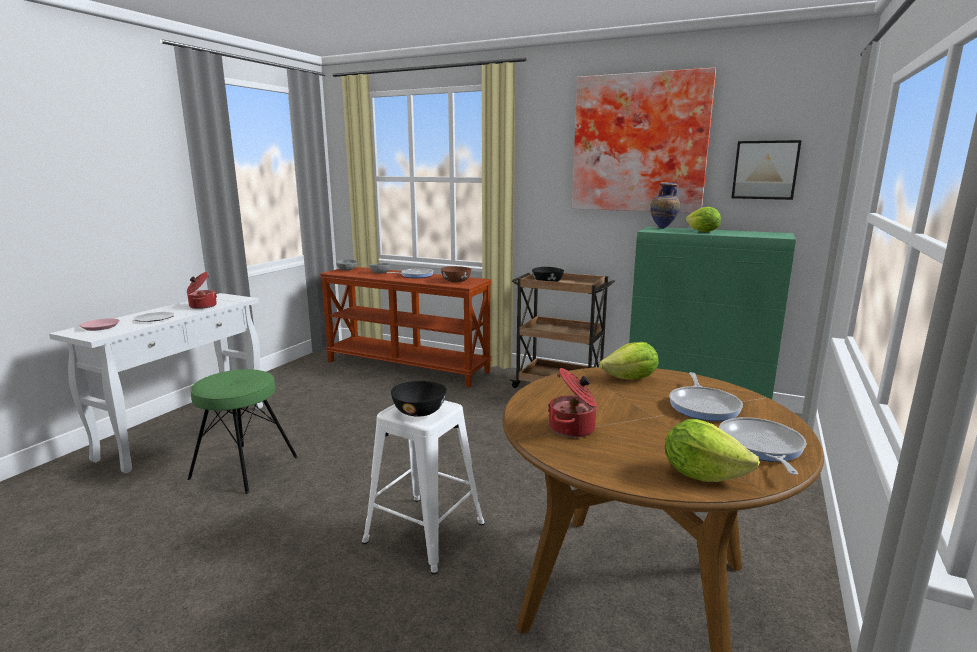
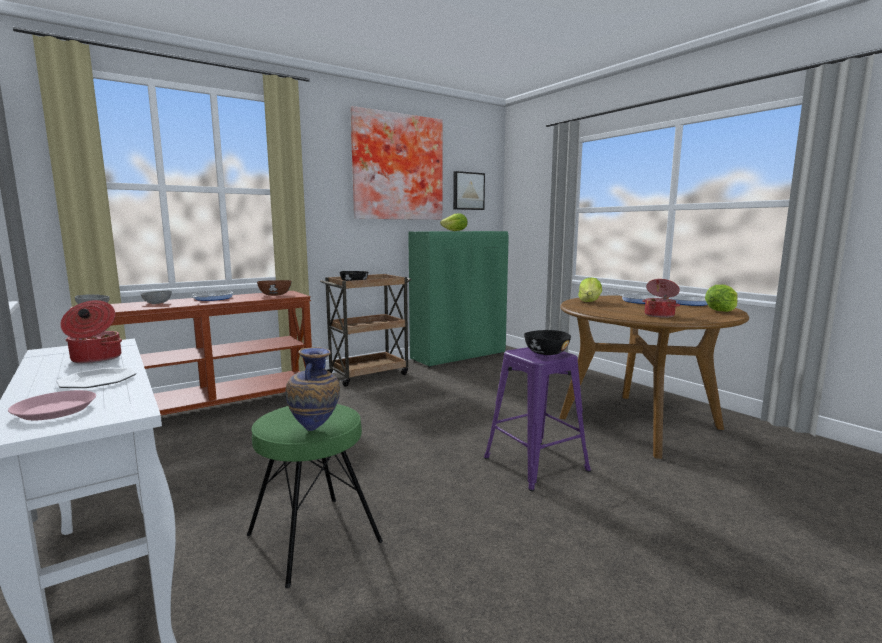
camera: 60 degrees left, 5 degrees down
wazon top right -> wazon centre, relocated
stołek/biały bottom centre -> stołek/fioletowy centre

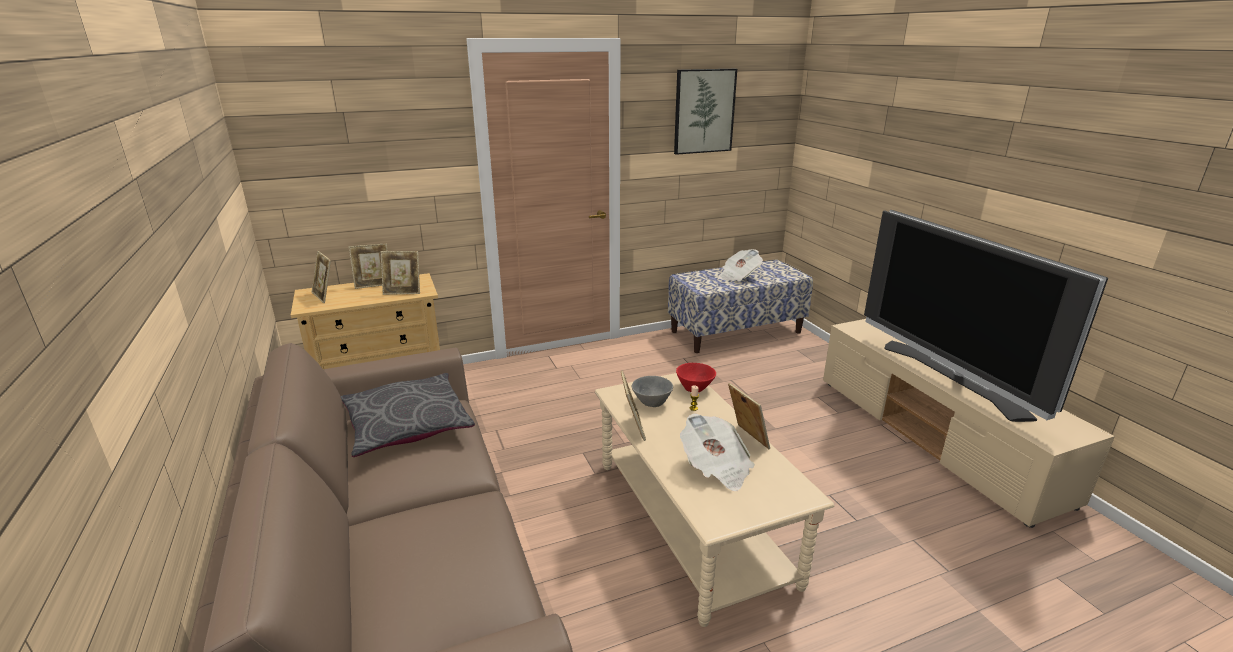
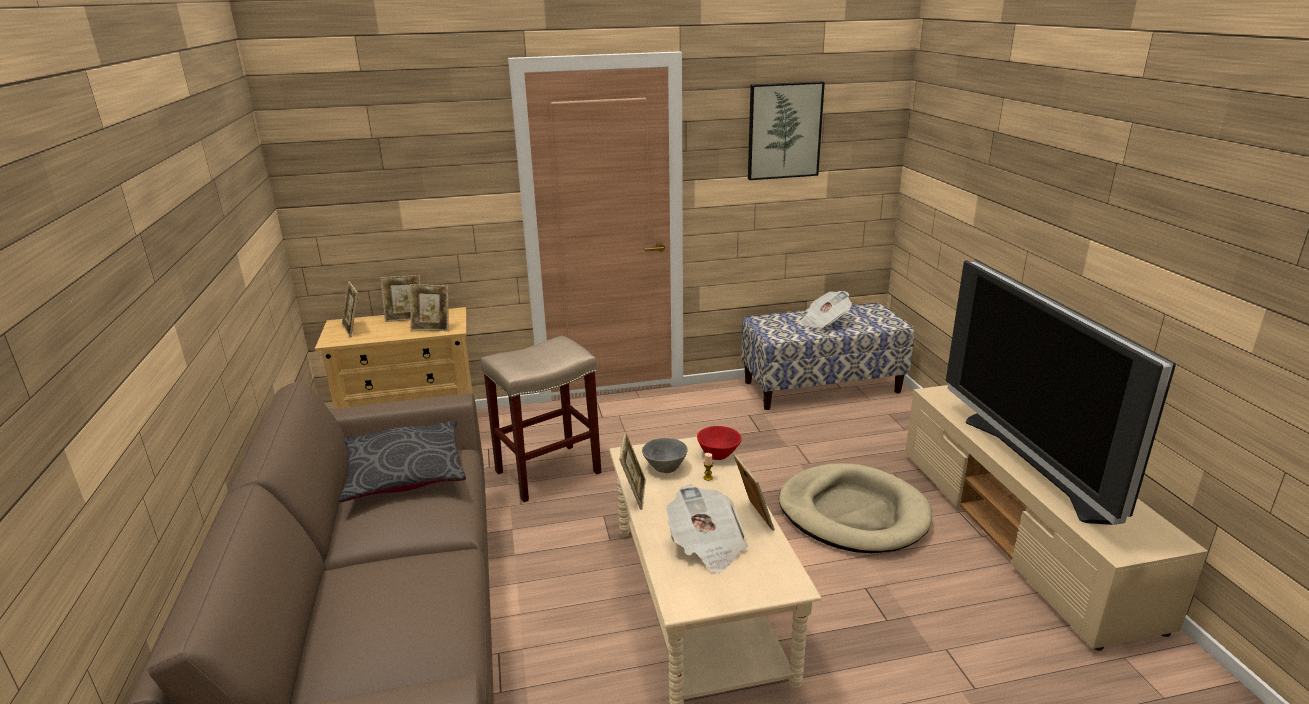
camera: 10 degrees right, 0 degrees up
none -> stołek/beżowy centre
none -> legowisko/beżowy bottom centre

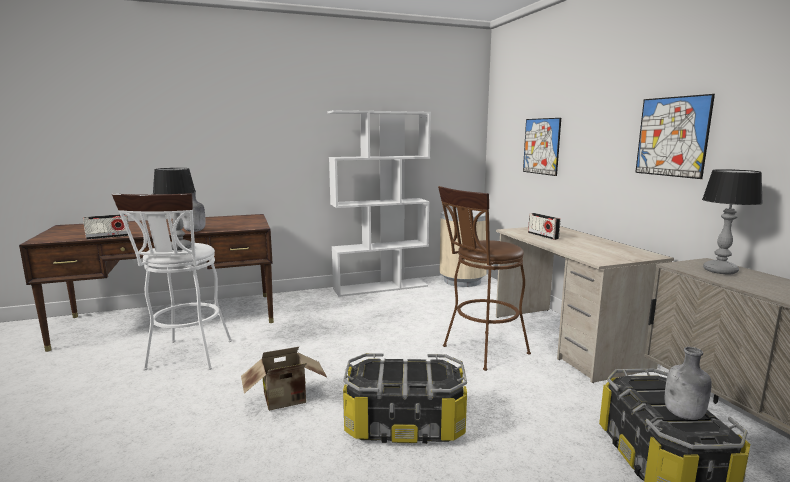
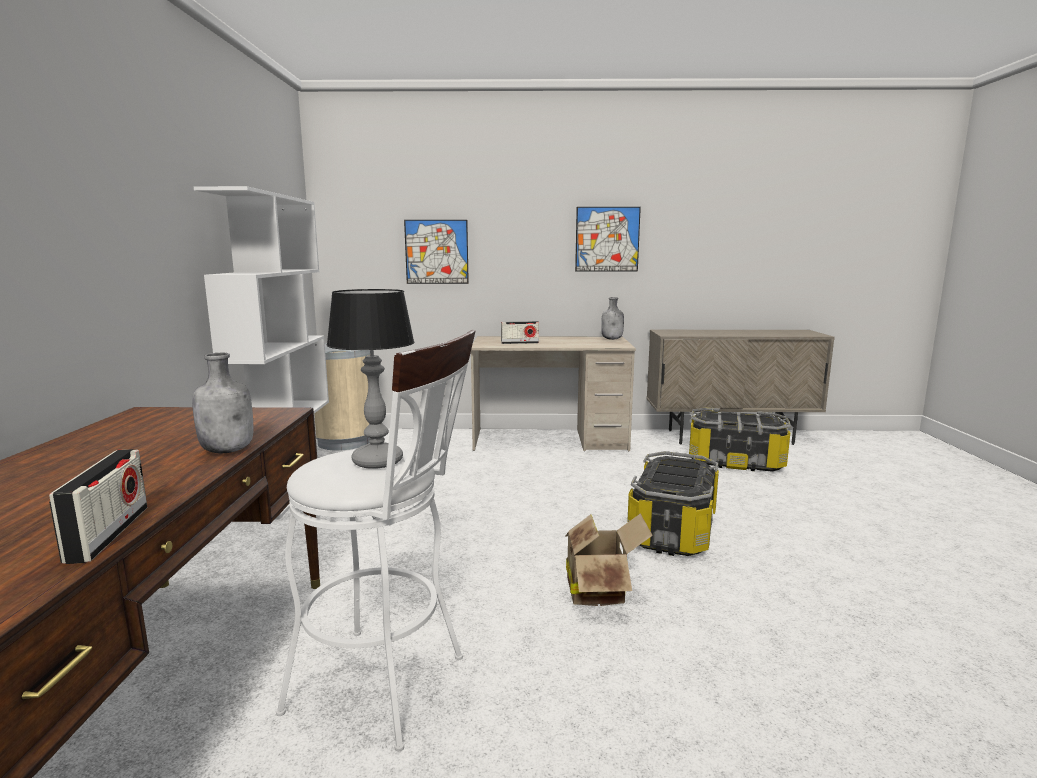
camera: 70 degrees left, 0 degrees up
butelka/szary (no. 2 from left) bottom right -> butelka/szary (no. 2 from left) centre, relocated
stołek/brązowy centre -> none
lampa stołowa (no. 2 from left) middle right -> none

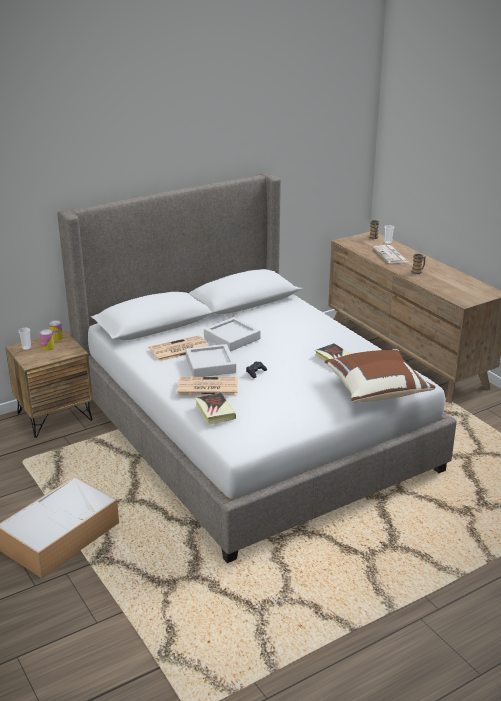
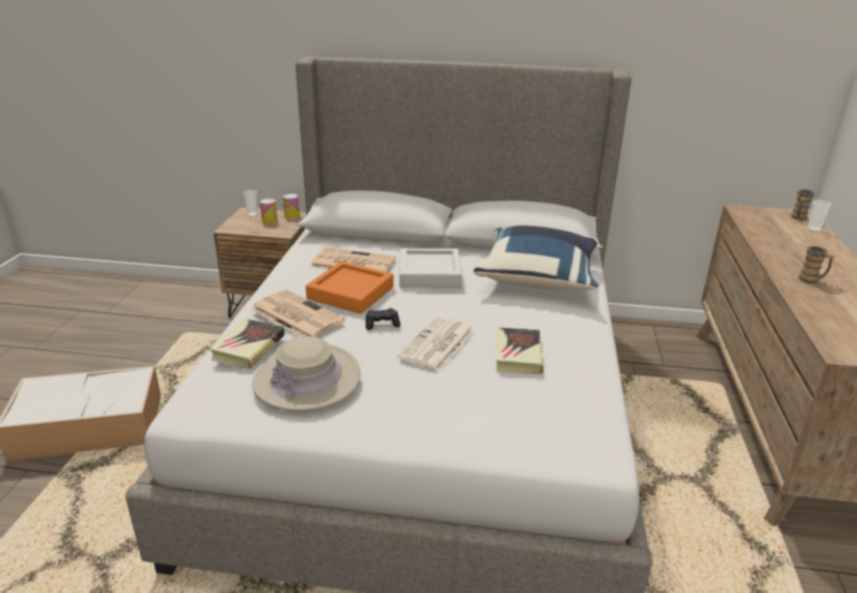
camera: 40 degrees right, 0 degrees up
none -> kapelusz/beżowy centre
taca/szary (no. 1 from left) centre -> taca/pomarańczowy centre
gazeta (no. 3 from left) middle right -> gazeta (no. 3 from left) centre, relocated
none -> poduszka/niebieski centre
poduszka/brązowy middle right -> none

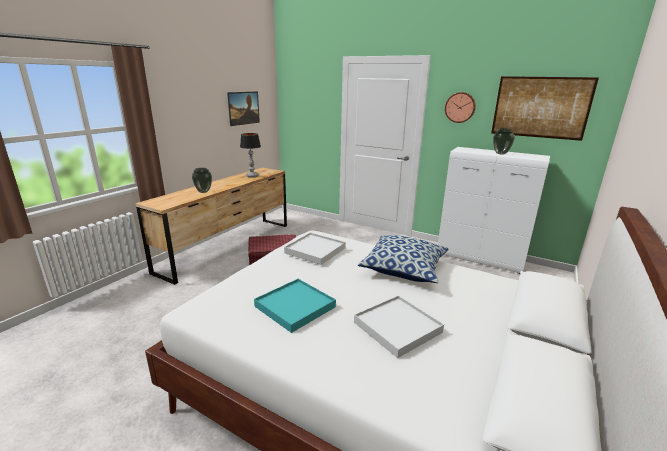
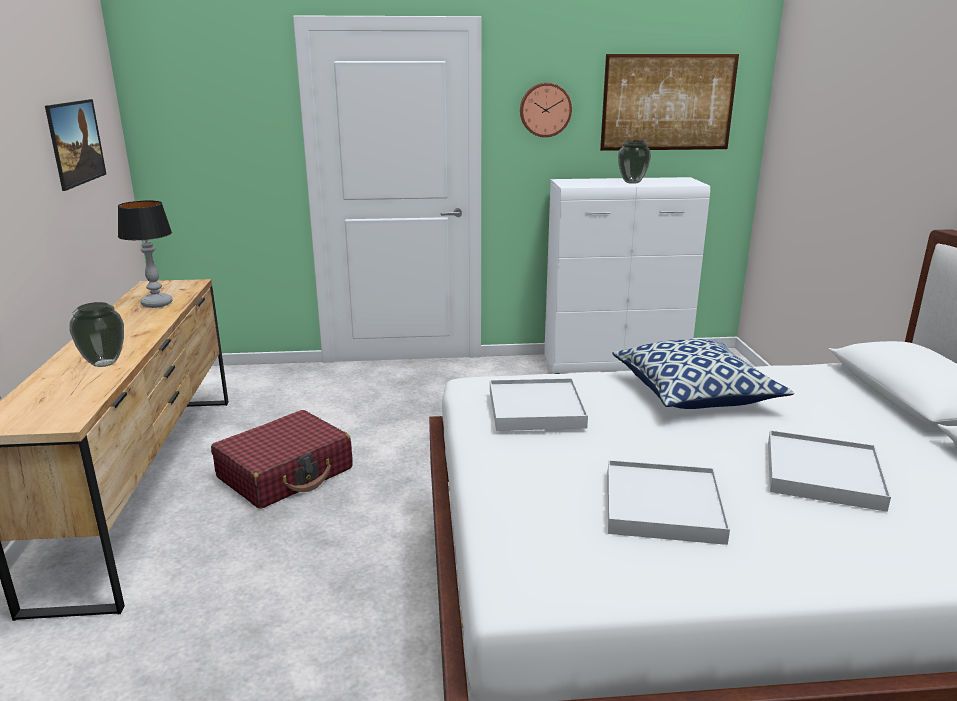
camera: 35 degrees left, 0 degrees up
taca/turkusowy bottom centre -> taca/biały (no. 2 from left) bottom right

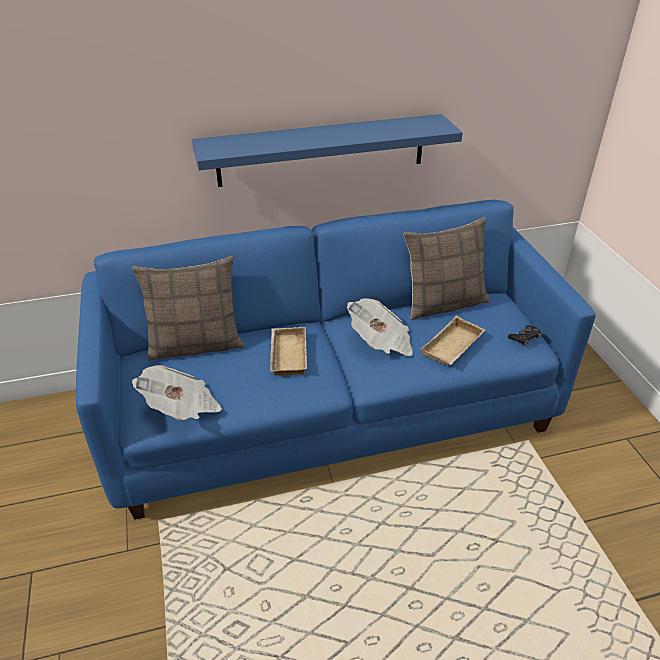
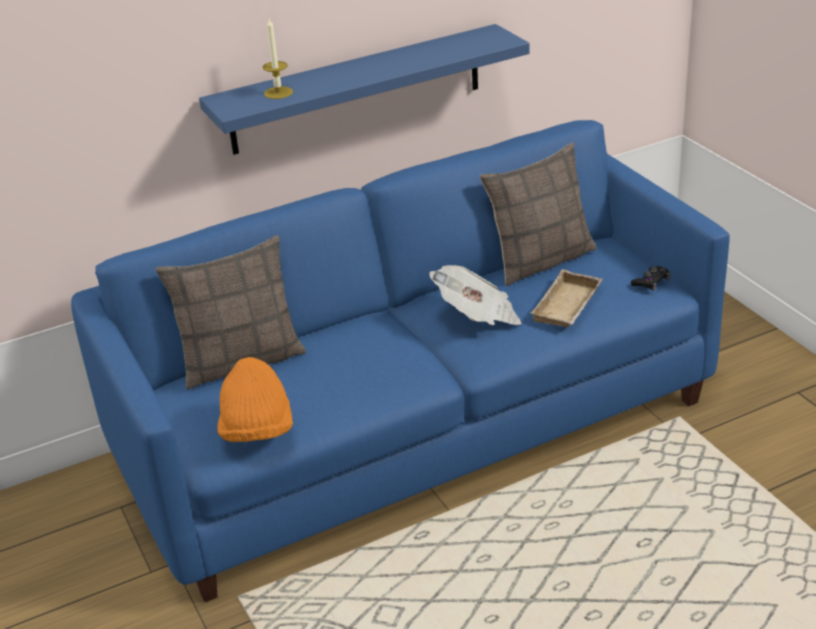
camera: 10 degrees left, 5 degrees down
gazeta (no. 1 from left) middle left -> kapelusz/pomarańczowy middle left
none -> świeca top centre
taca/beżowy (no. 1 from left) centre -> none

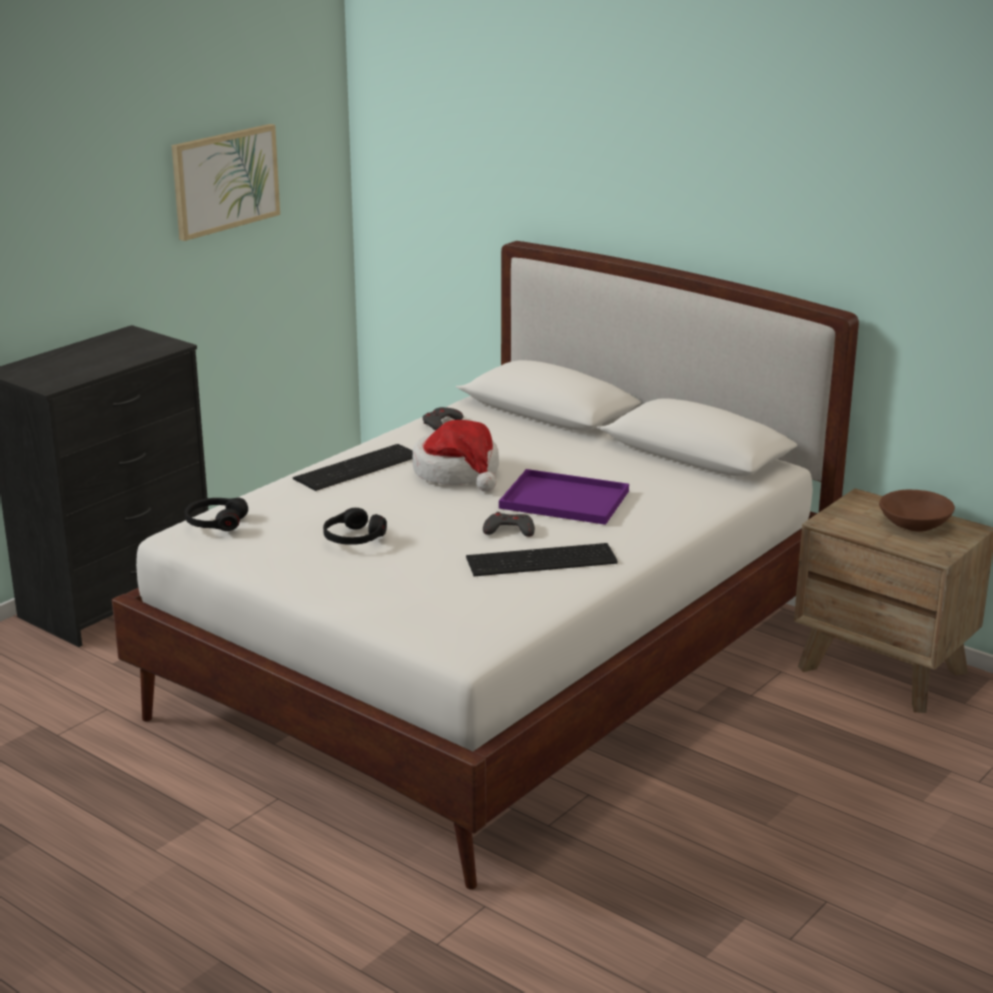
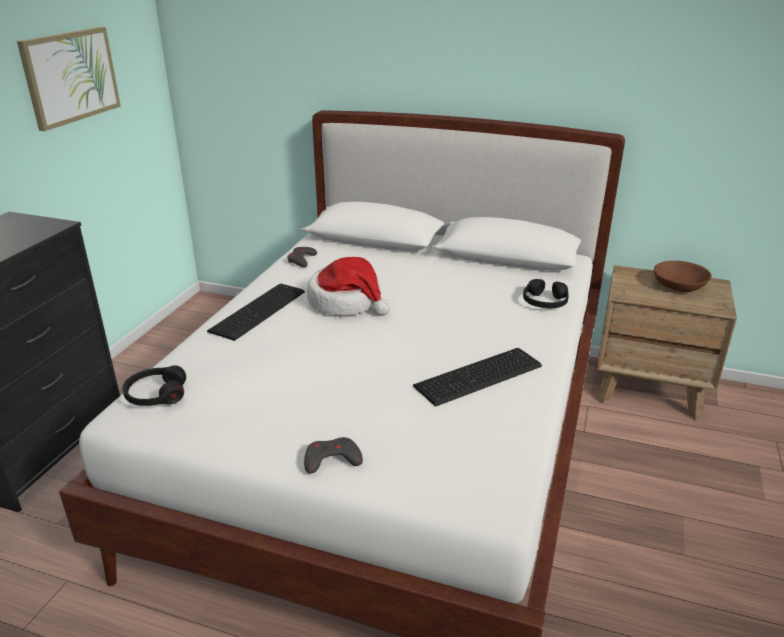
camera: 20 degrees left, 5 degrees up
pad do gier/szary (no. 2 from left) centre -> pad do gier/szary (no. 2 from left) bottom centre, relocated
słuchawki/czarny (no. 2 from left) centre -> słuchawki/czarny (no. 2 from left) middle right, relocated
taca/fioletowy centre -> none

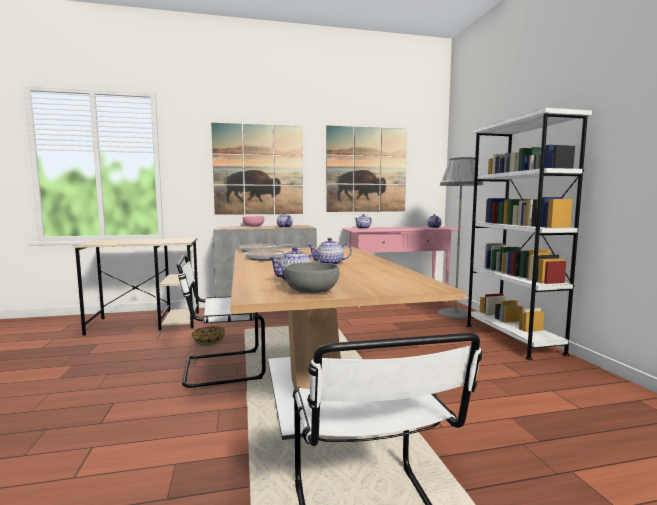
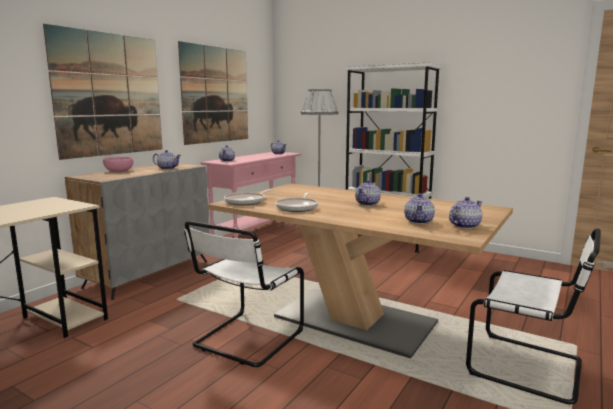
camera: 45 degrees left, 5 degrees up
miska/szary centre -> imbryk (no. 6 from left) middle right
koszyk middle left -> none

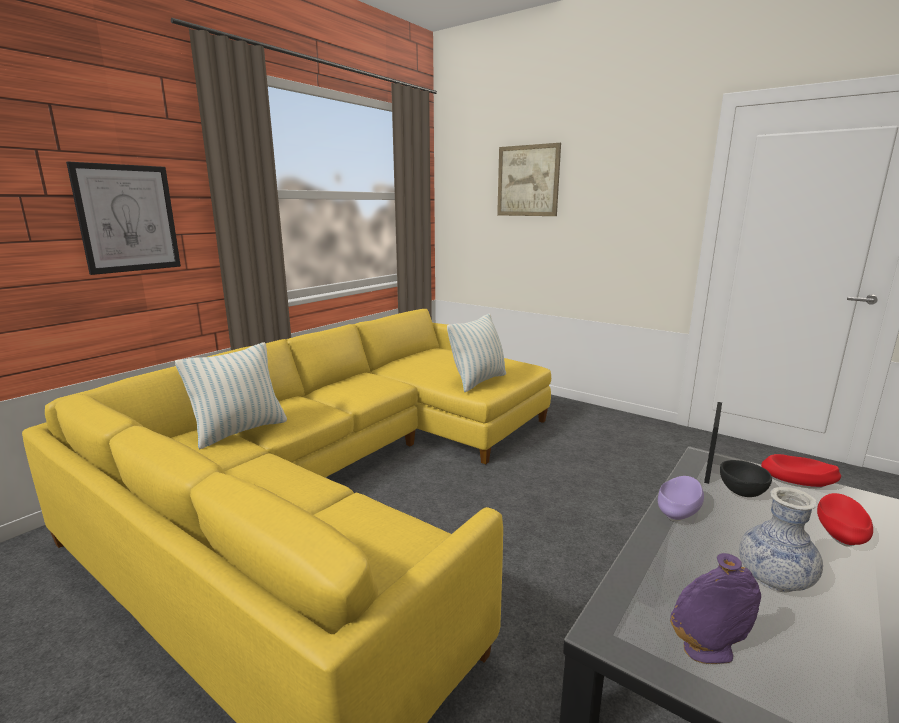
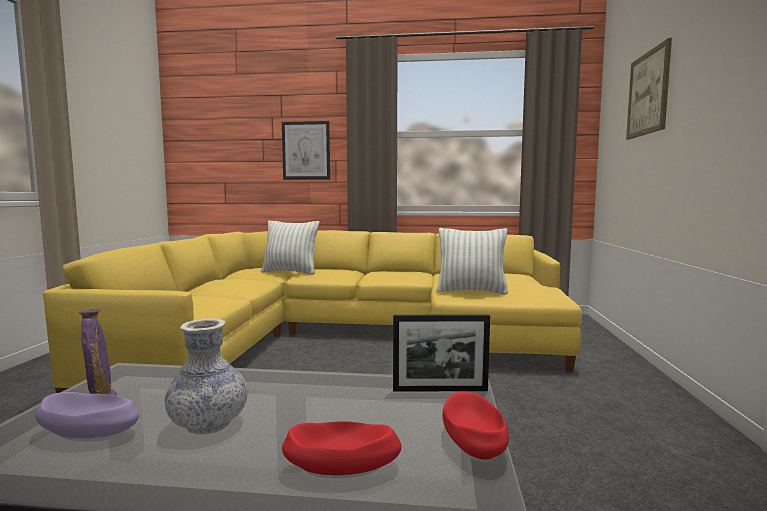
camera: 60 degrees right, 10 degrees down
miska/fioletowy bottom right -> miska/fioletowy bottom left, relocated
miska/czarny middle right -> none

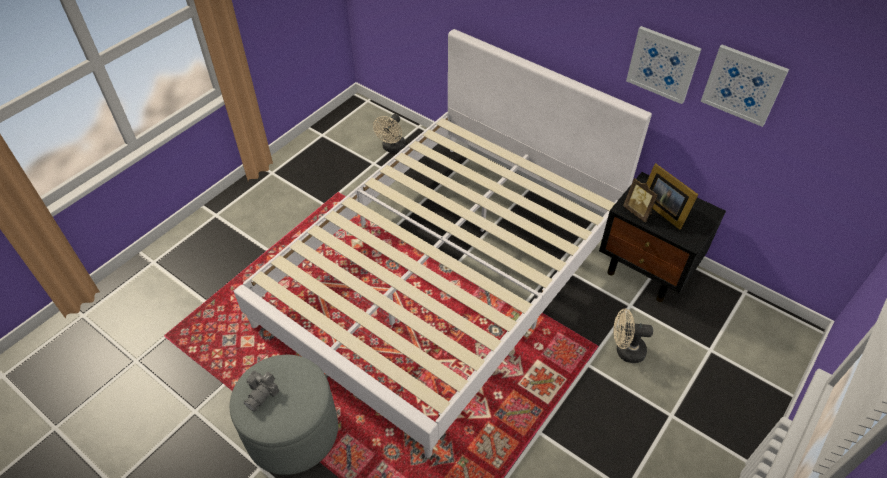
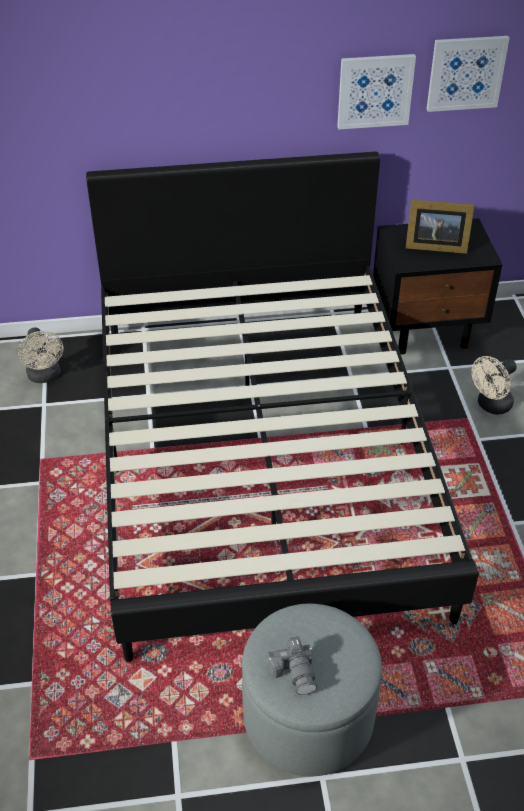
camera: 45 degrees left, 5 degrees down
łóżko/biały centre -> łóżko/czarny centre
ramka na zdjęcie (no. 1 from left) middle right -> none

